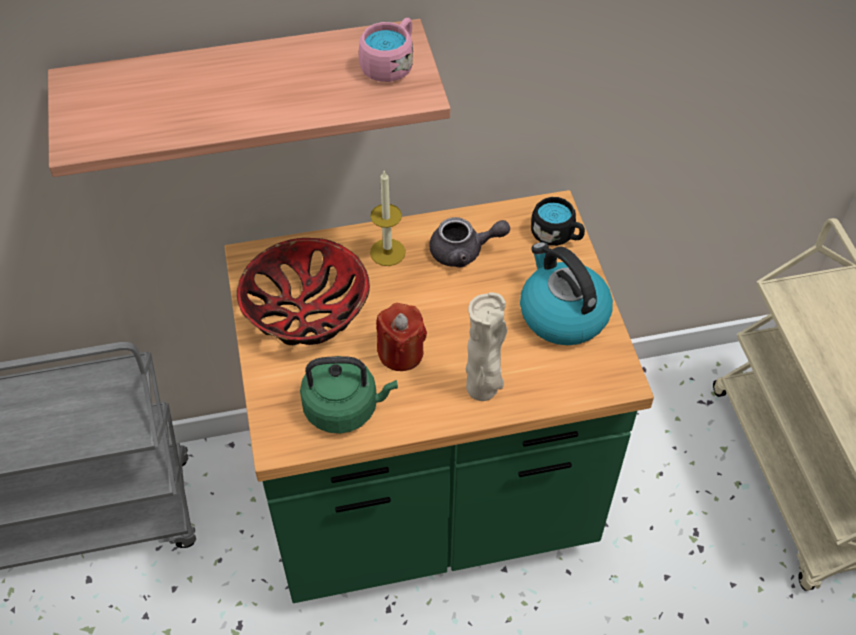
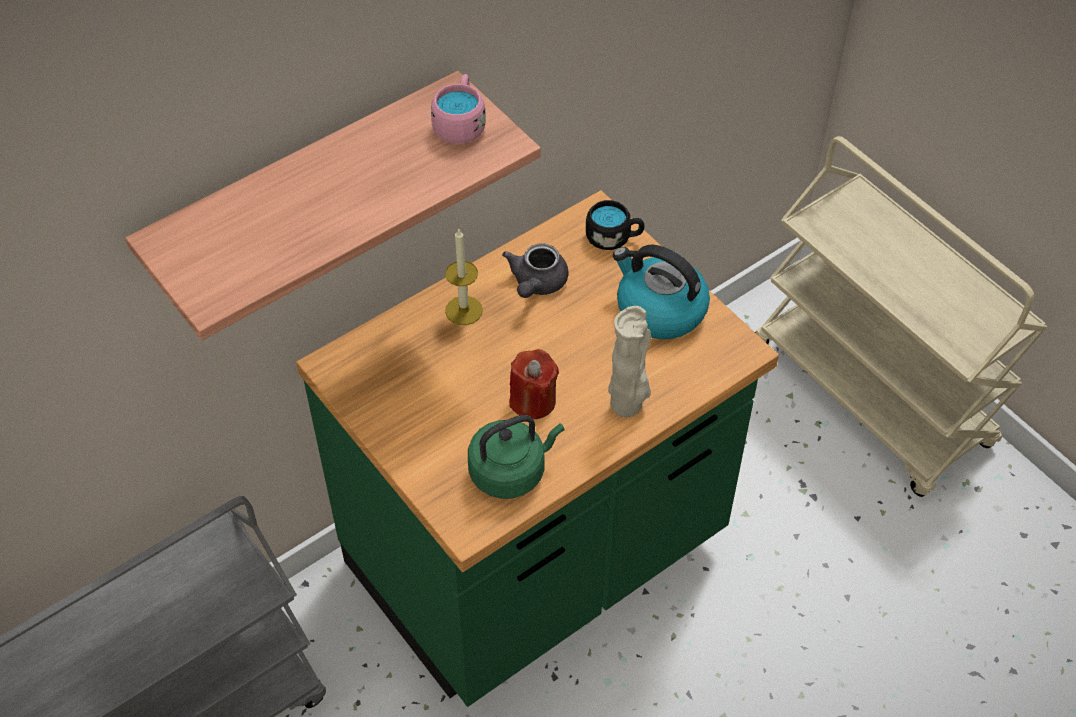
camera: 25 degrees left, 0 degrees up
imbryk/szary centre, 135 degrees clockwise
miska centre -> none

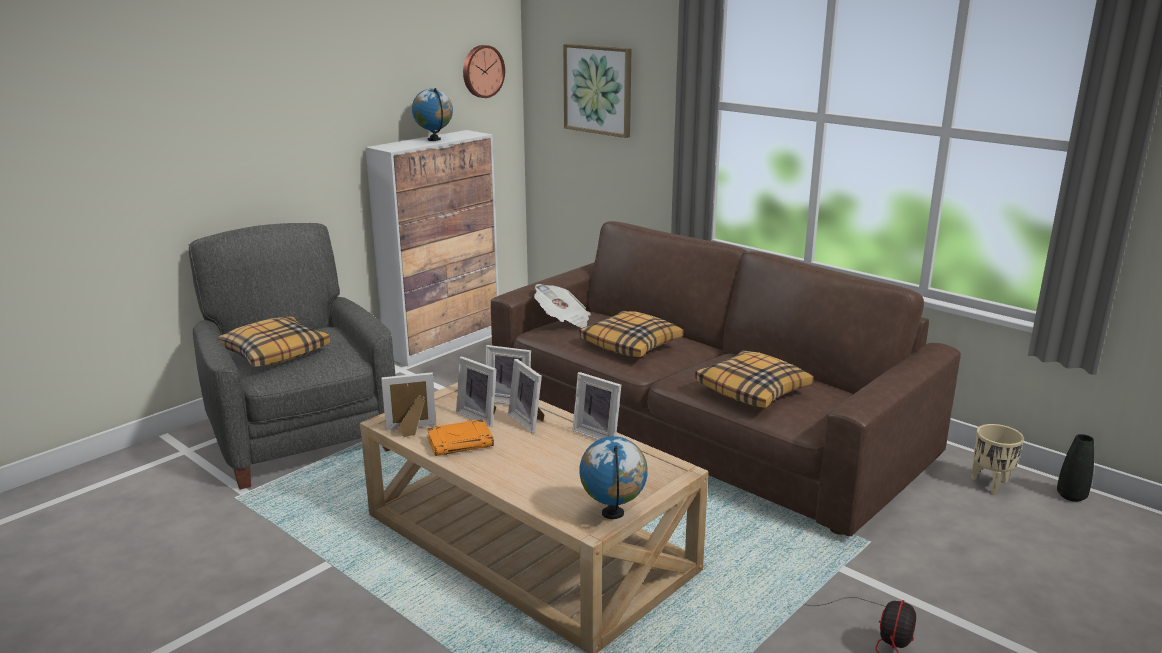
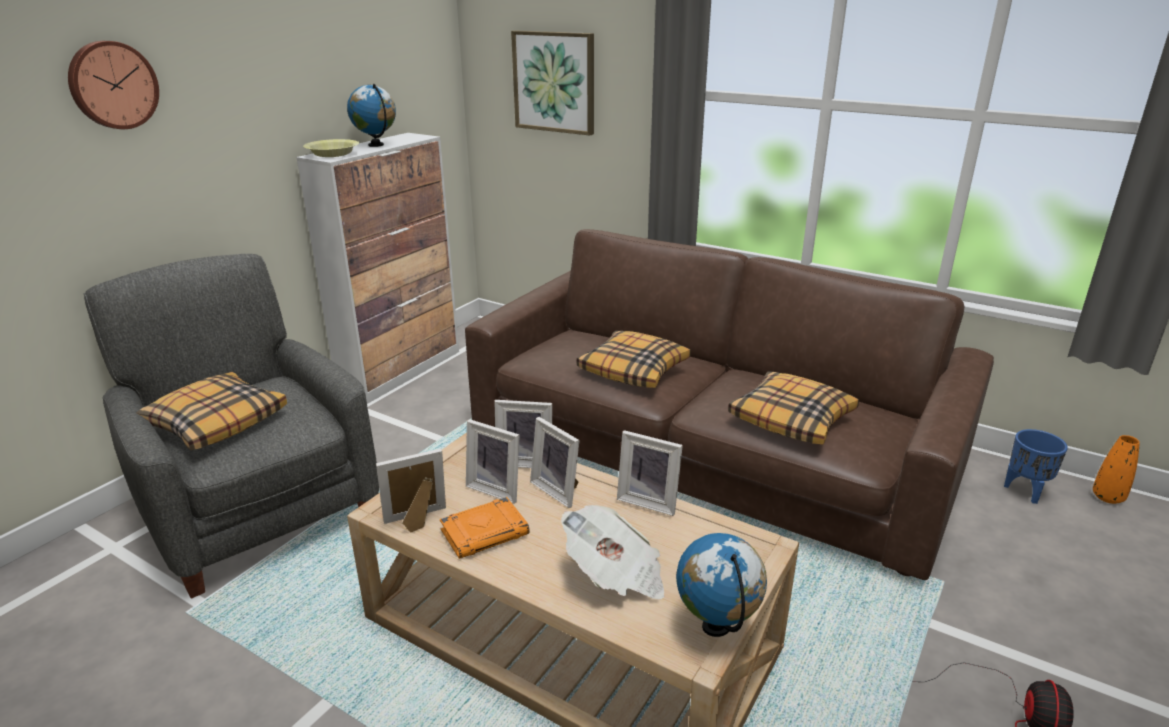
camera: 10 degrees left, 5 degrees up
zegar ścienny top centre -> zegar ścienny top left, relocated
none -> miska/żółty top left
gazeta centre -> gazeta bottom centre, relocated
donica/beżowy bottom right -> donica/niebieski middle right
wazon/czarny bottom right -> wazon/pomarańczowy middle right

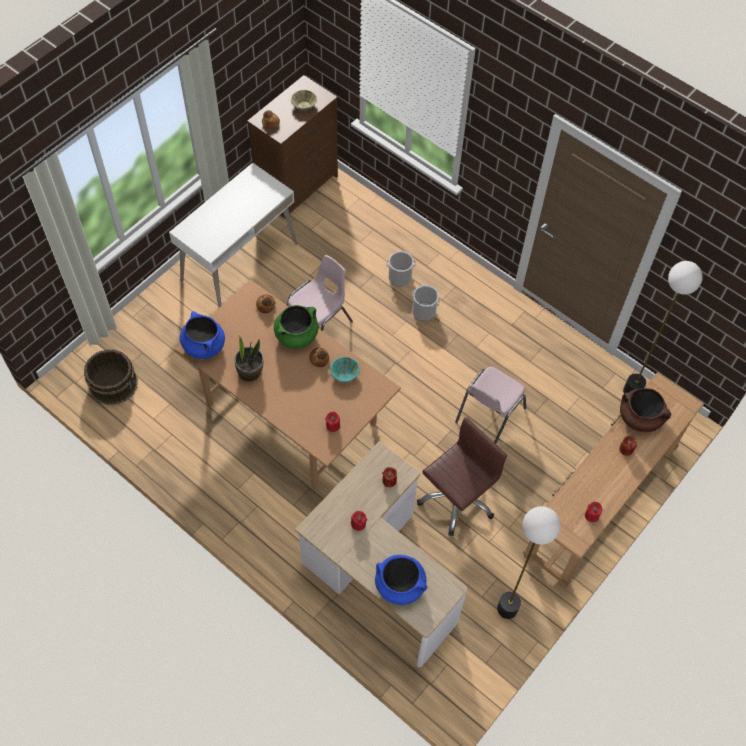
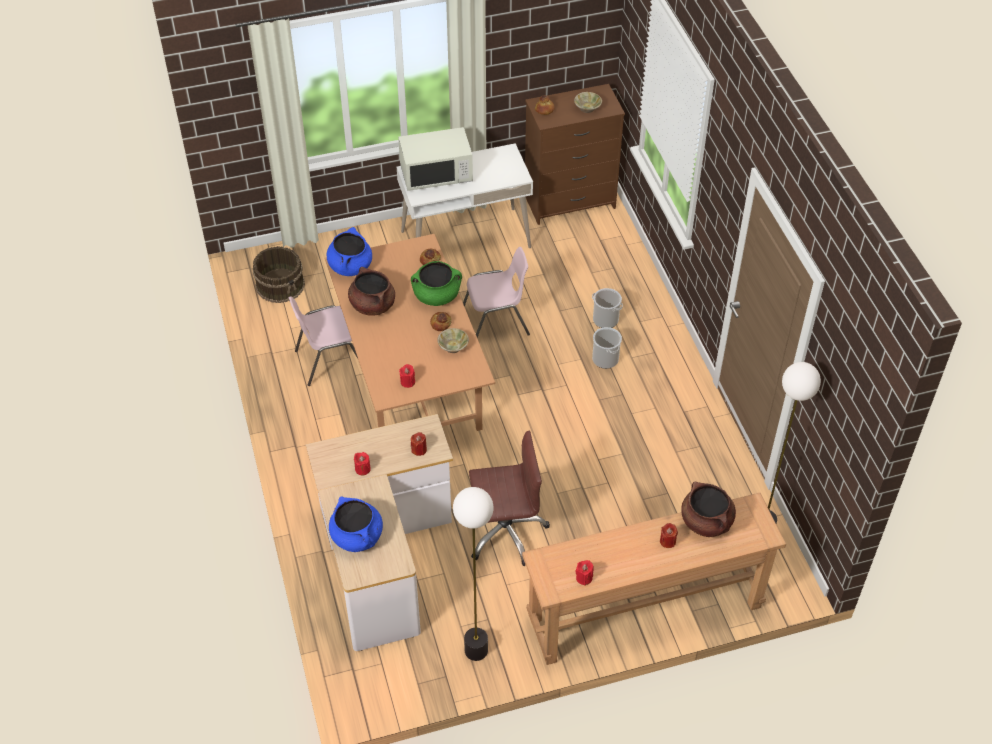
camera: 35 degrees right, 10 degrees down
krzesło/różowy (no. 2 from left in the first image) centre -> krzesło/różowy (no. 1 from left) middle left, relocated
roślina doniczkowa centre -> garnek/brązowy (no. 1 from left) centre
none -> mikrofalówka/biały top centre
miska/turkusowy centre -> miska/beżowy (no. 1 from left) centre

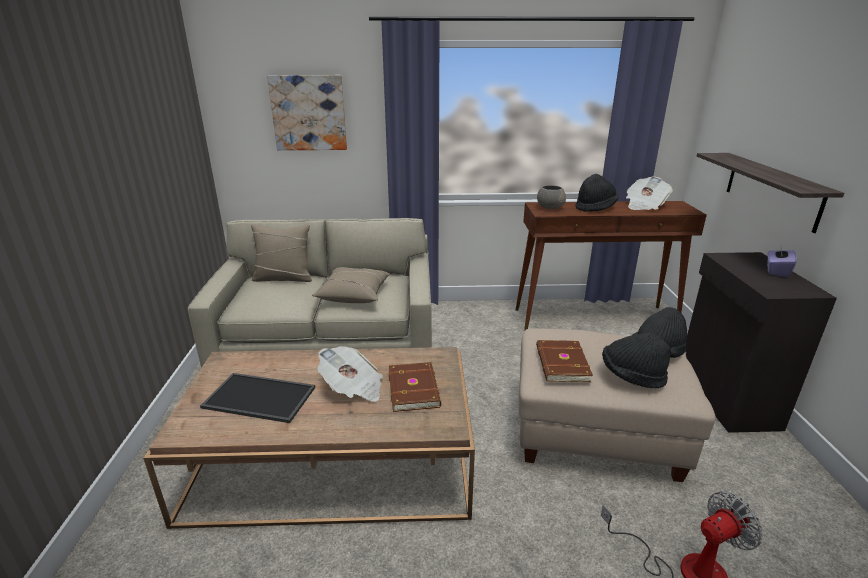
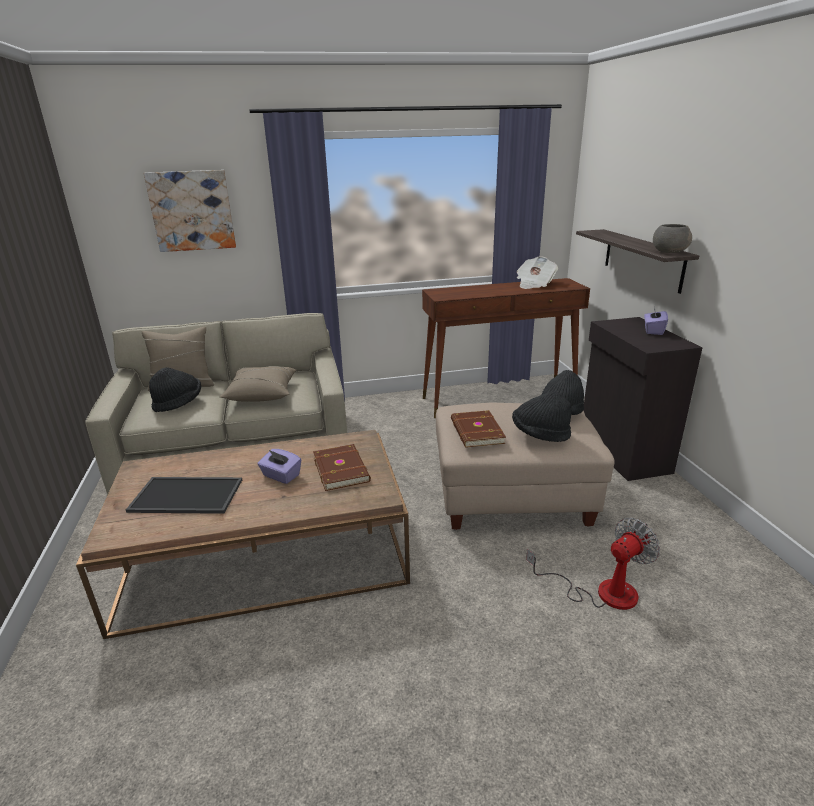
camera: 10 degrees left, 0 degrees up
kapelusz/czarny (no. 1 from left) middle right -> kapelusz/czarny (no. 1 from left) middle left, relocated
gazeta (no. 1 from left) centre -> pudełko chusteczek/fioletowy (no. 1 from left) centre
miska/szary centre -> miska/szary top right, relocated

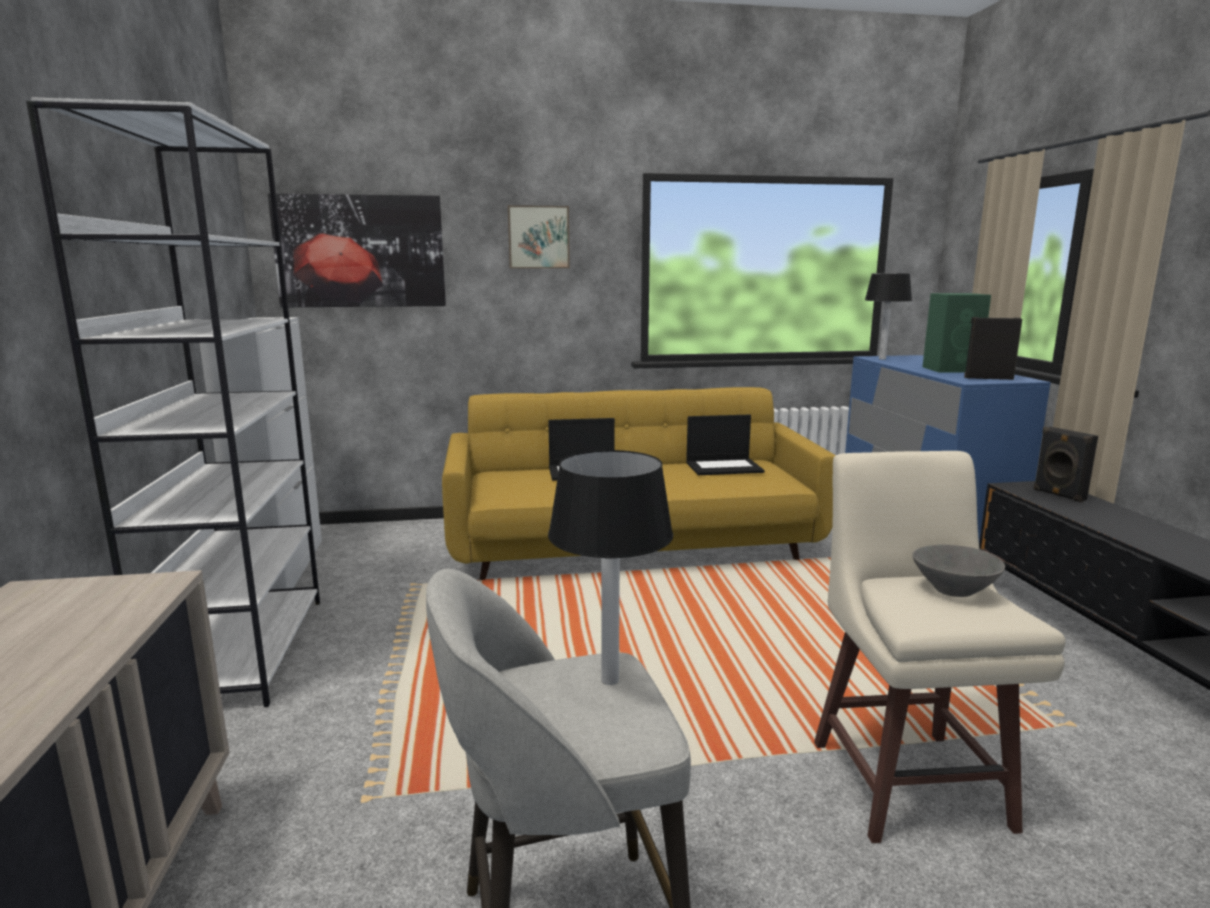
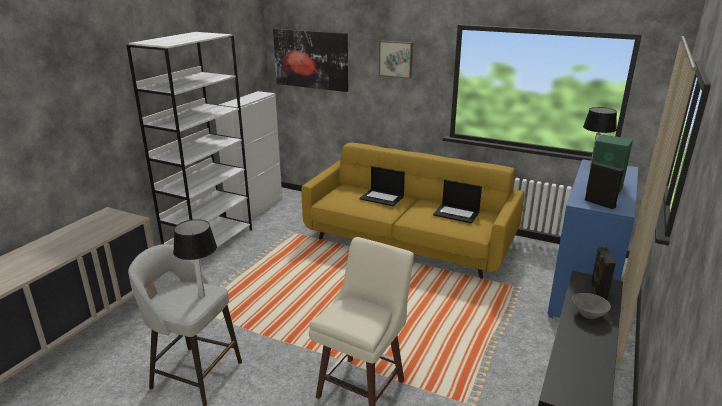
camera: 35 degrees right, 10 degrees up
miska/szary middle right -> miska/szary bottom right, relocated

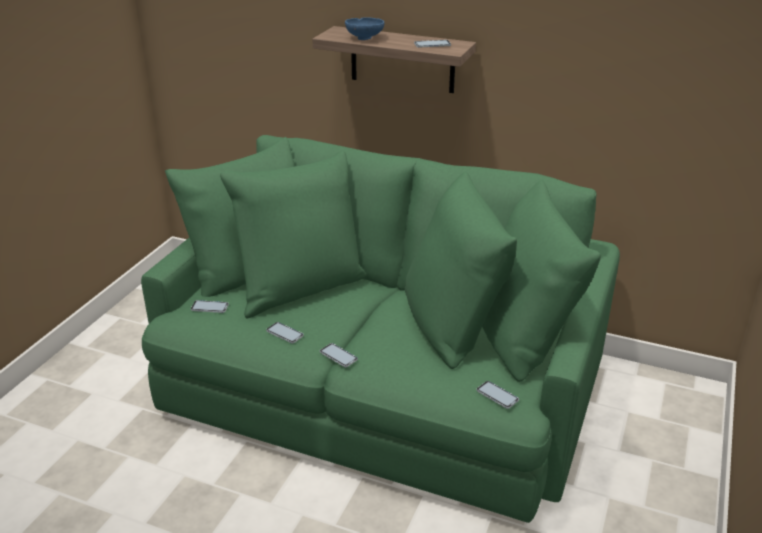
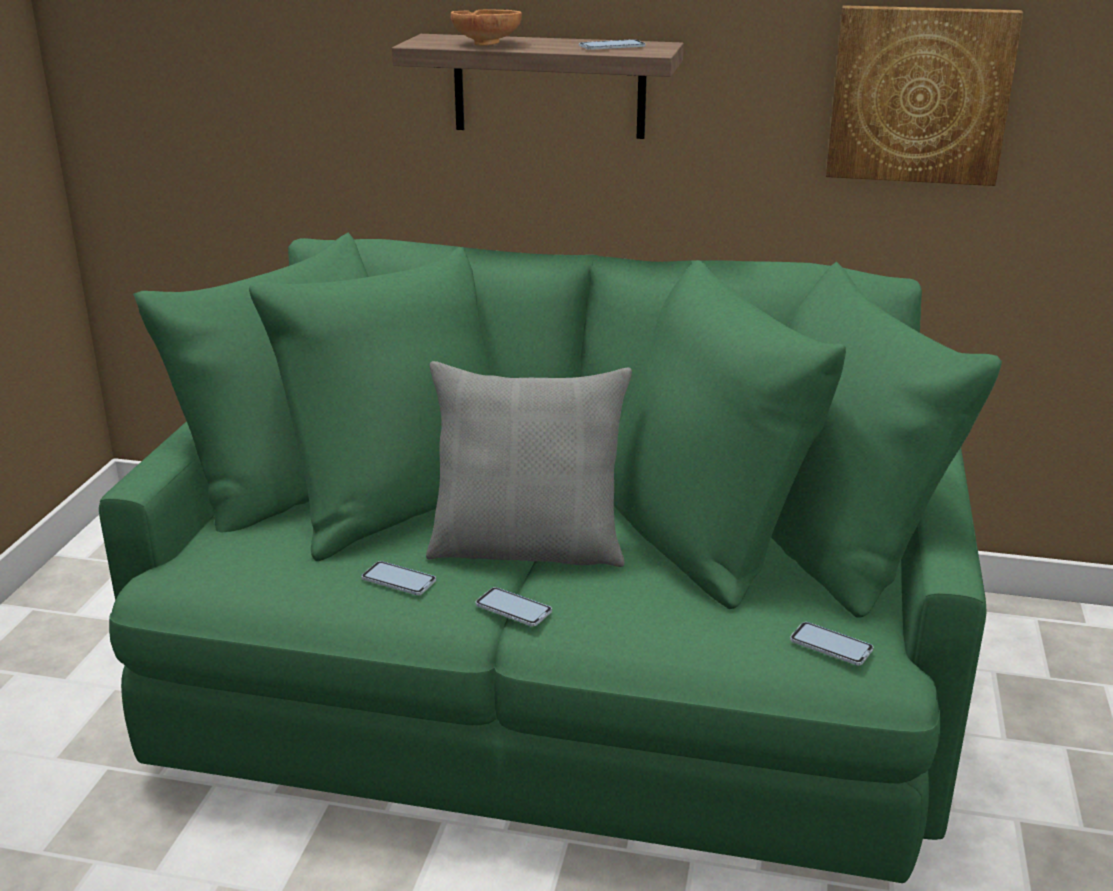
camera: 10 degrees left, 5 degrees down
none -> poduszka/szary centre
miska/niebieski top centre -> miska/brązowy top centre
none -> obraz top right
telefon (no. 1 from left) middle left -> none

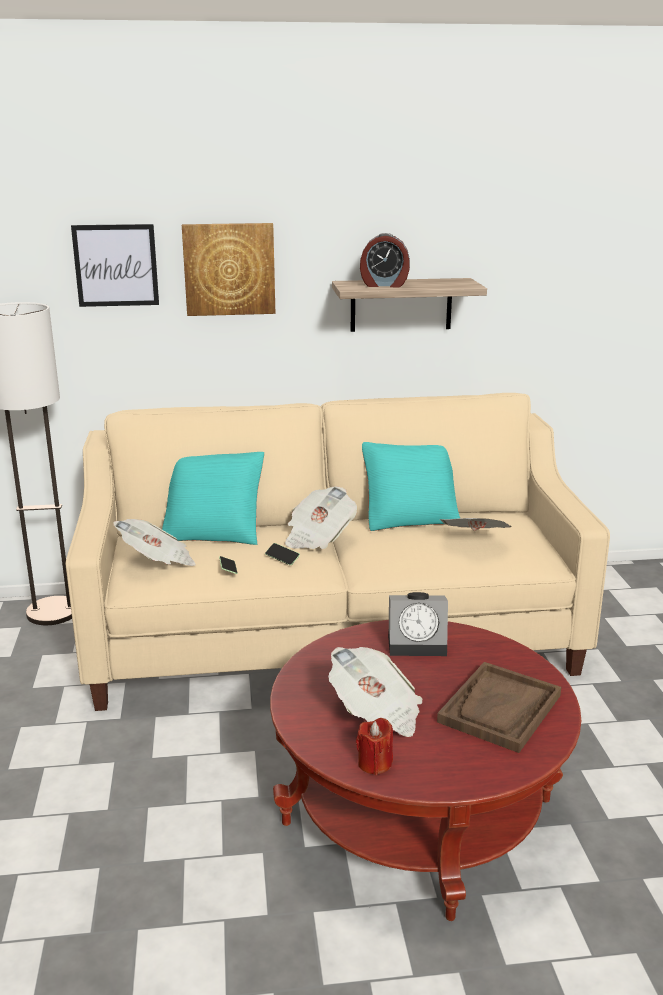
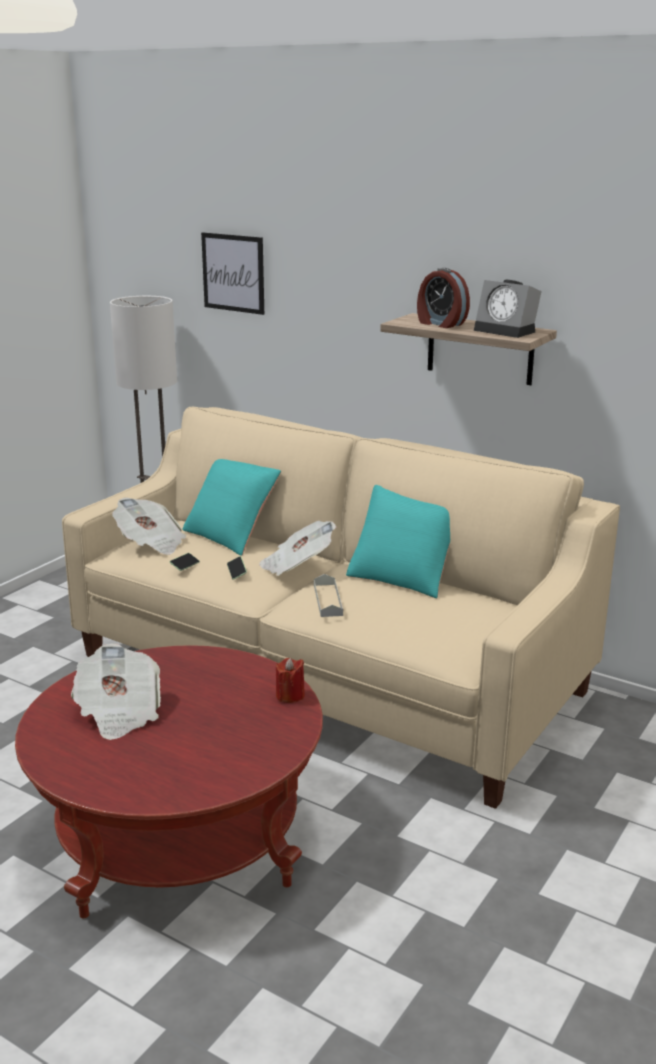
camera: 40 degrees right, 0 degrees up
świeca/czerwony bottom centre -> świeca/czerwony centre, relocated
none -> taca/szary centre
budzik (no. 2 from left) centre -> budzik (no. 2 from left) top right, relocated
obraz (no. 2 from left) top centre -> none
taca/brązowy bottom right -> none
gazeta (no. 4 from left) middle right -> none

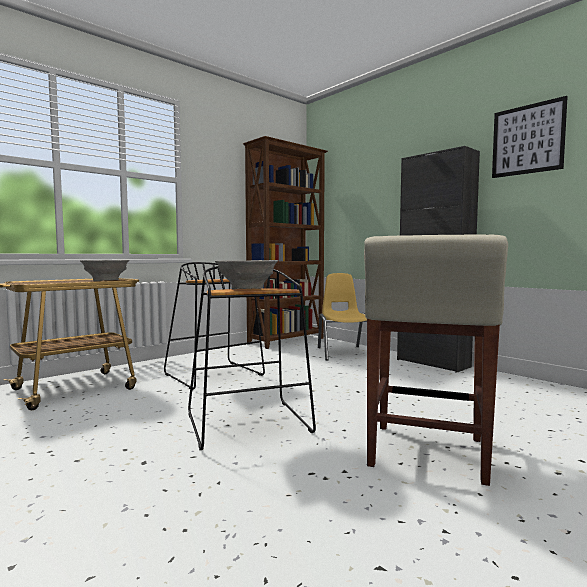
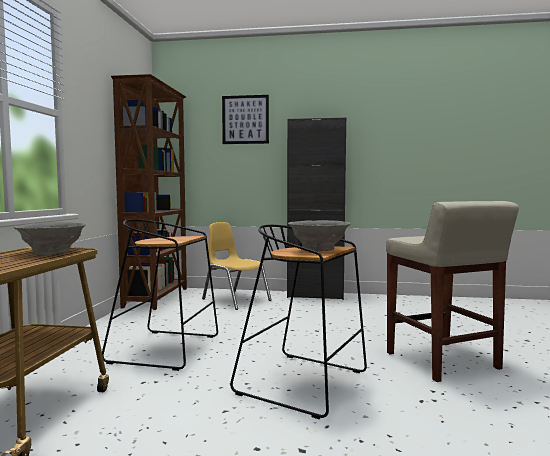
camera: 40 degrees left, 0 degrees up
obraz top right -> obraz top centre, relocated

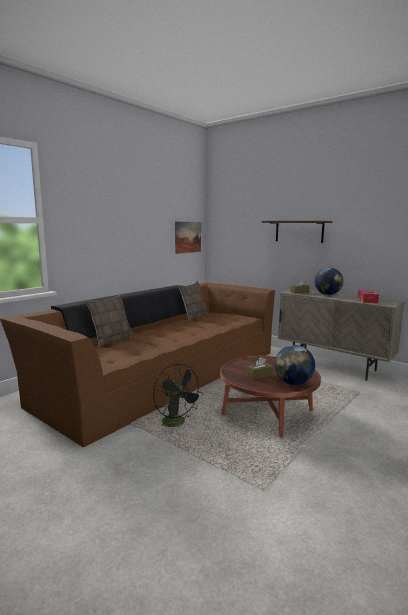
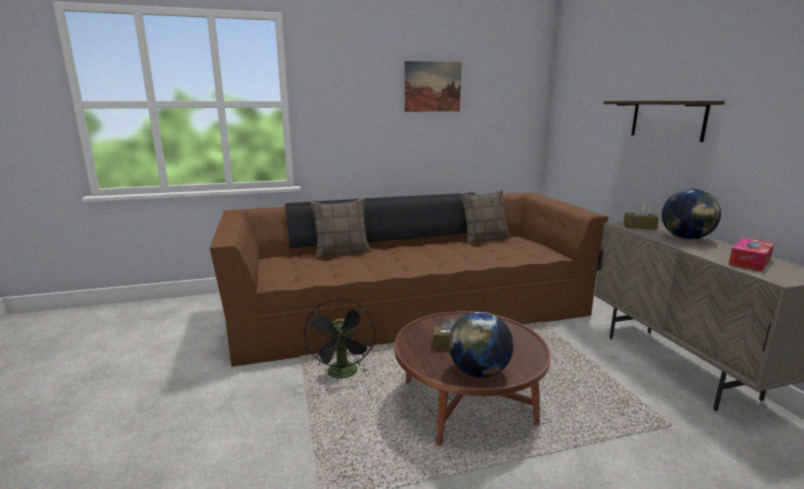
camera: 35 degrees right, 5 degrees up
obraz centre -> obraz top centre, relocated

